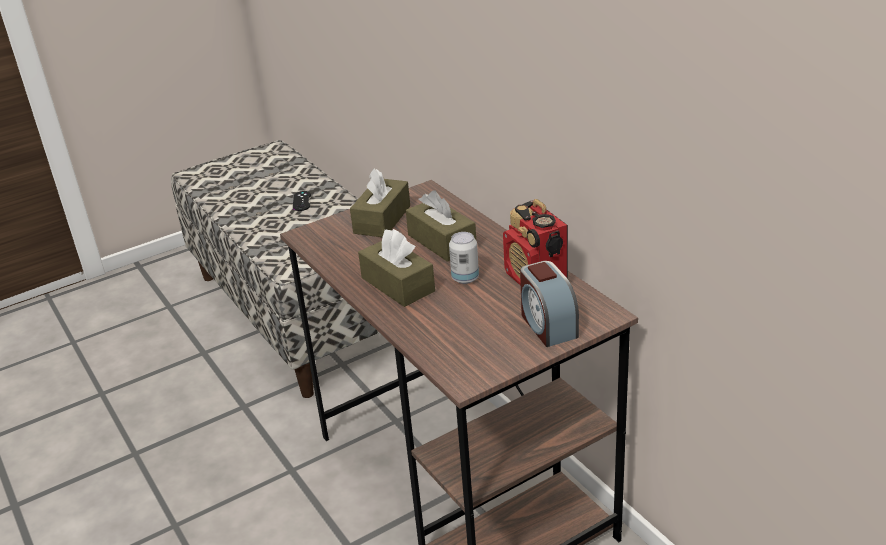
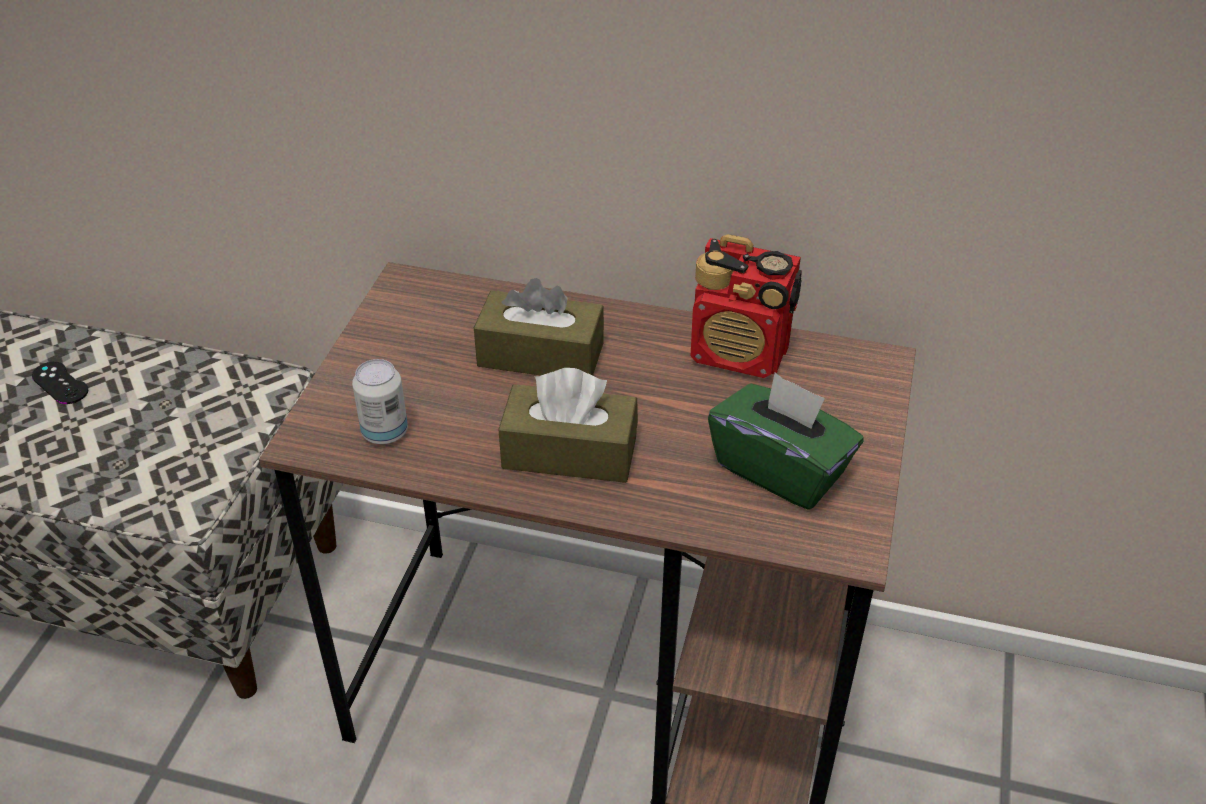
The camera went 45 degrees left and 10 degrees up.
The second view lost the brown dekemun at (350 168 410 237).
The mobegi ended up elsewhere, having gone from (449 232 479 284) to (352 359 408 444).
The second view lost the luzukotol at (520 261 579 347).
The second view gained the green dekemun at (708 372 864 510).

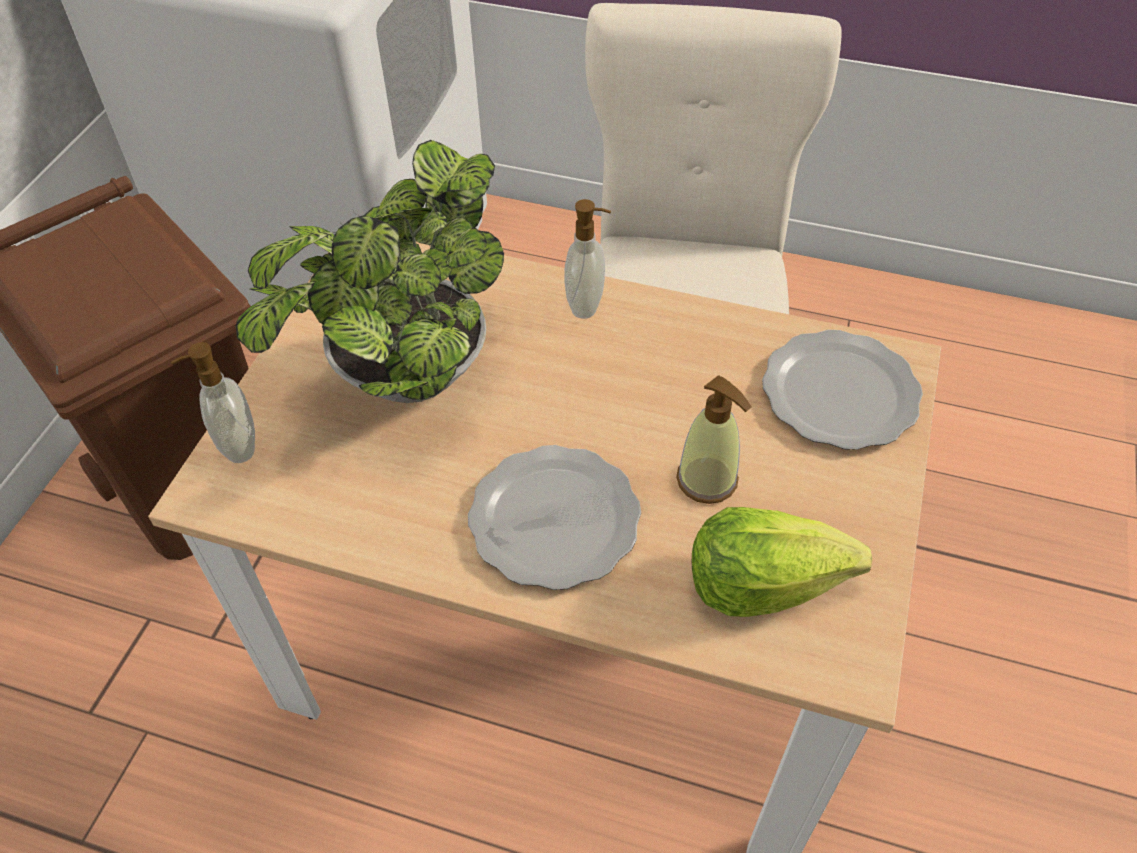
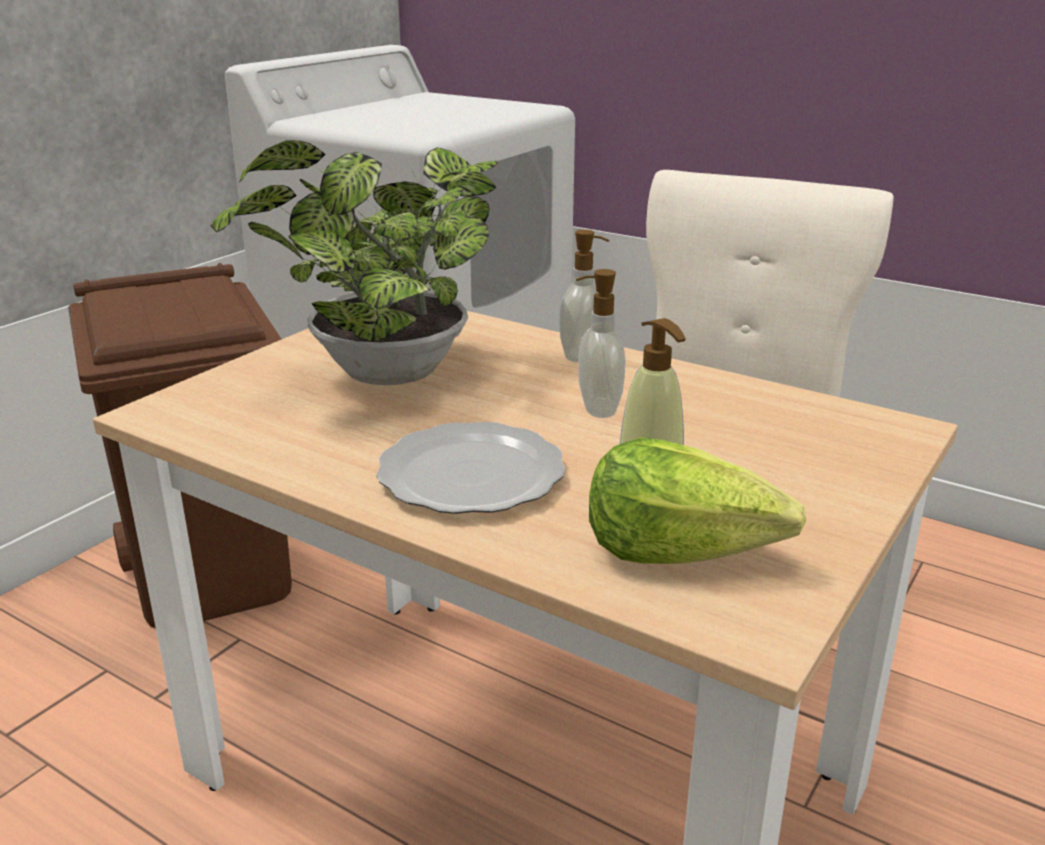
The camera went 15 degrees right and 25 degrees down.
The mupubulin ended up elsewhere, having gone from (171 342 255 463) to (576 269 626 418).
The second view lost the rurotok at (762 330 923 450).

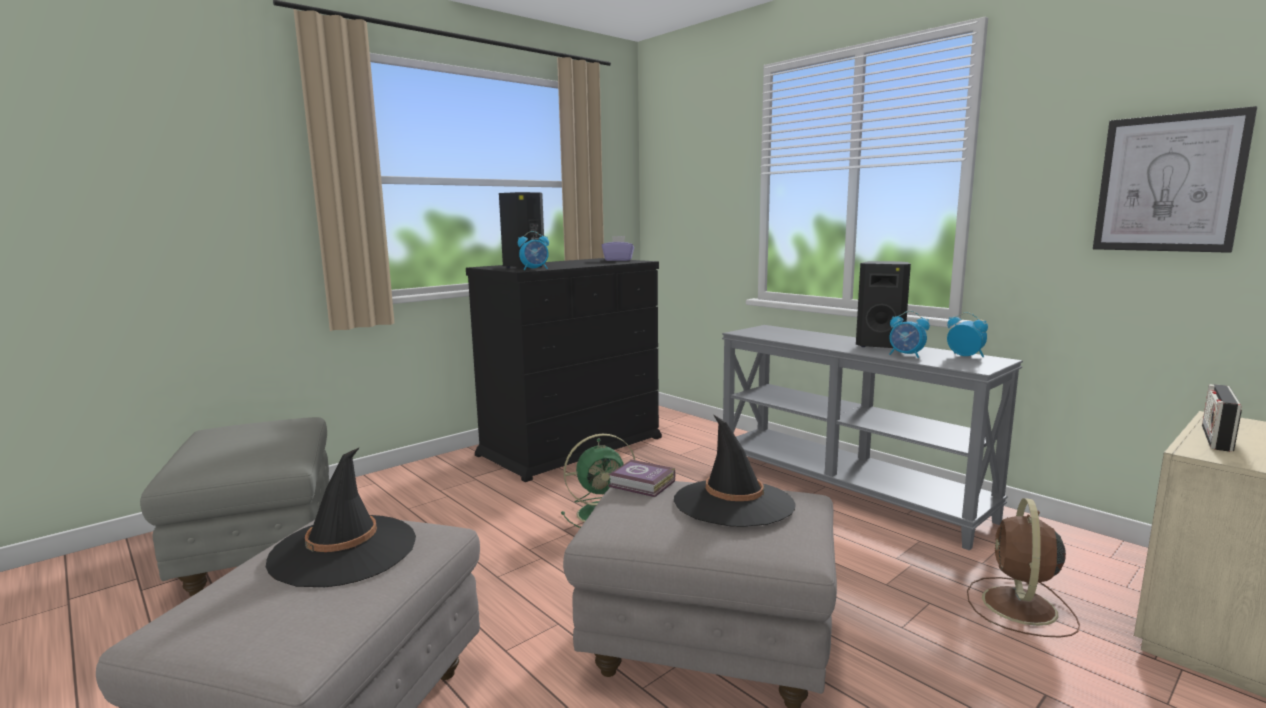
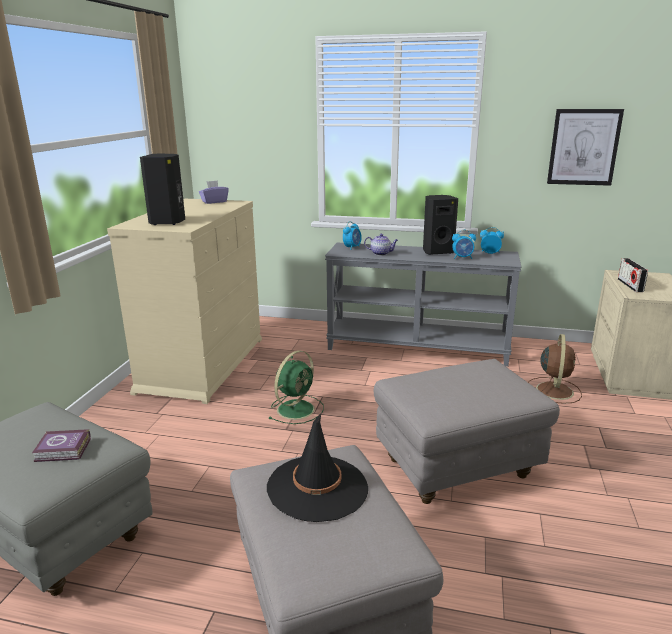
The camera went 35 degrees left and 10 degrees up.
What was the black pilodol at (466 258 662 482) turned into the beige pilodol at (107 199 262 404).
The luzukotol ended up elsewhere, having gone from (518 231 549 270) to (343 221 362 250).
The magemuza ended up elsewhere, having gone from (608 459 675 497) to (32 429 91 462).
The second view lost the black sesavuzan at (674 415 796 527).
The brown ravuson at (967 498 1080 638) ended up facing another way, 150 degrees counterclockwise from before.
The second view gained the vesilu at (364 234 398 256).

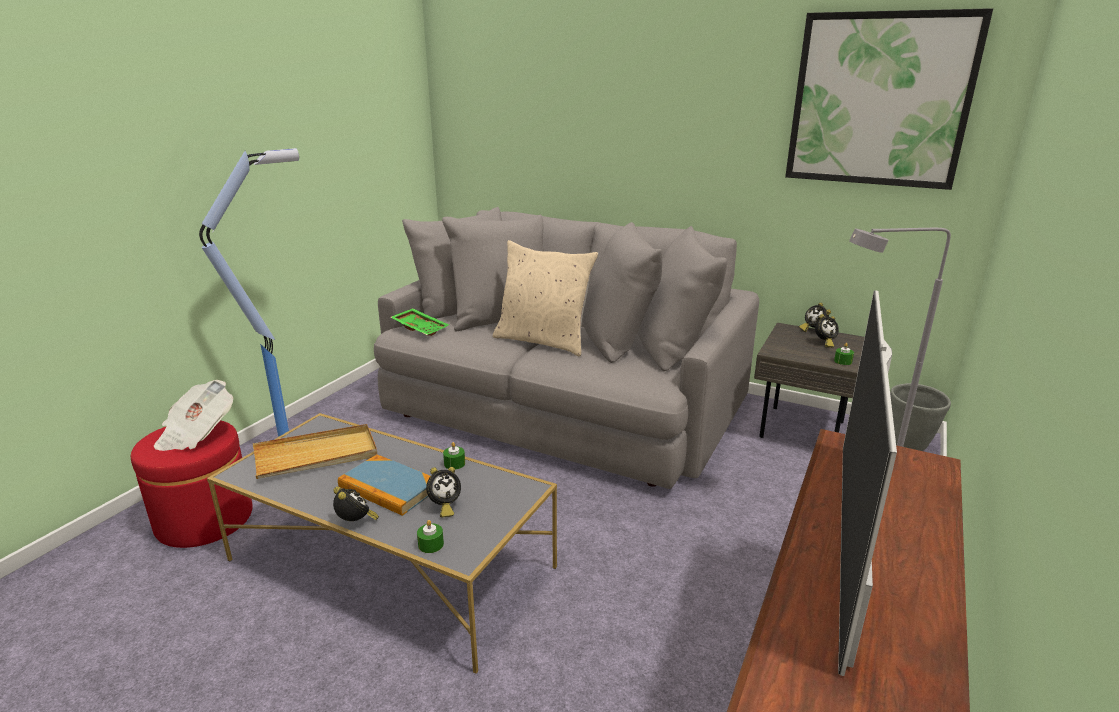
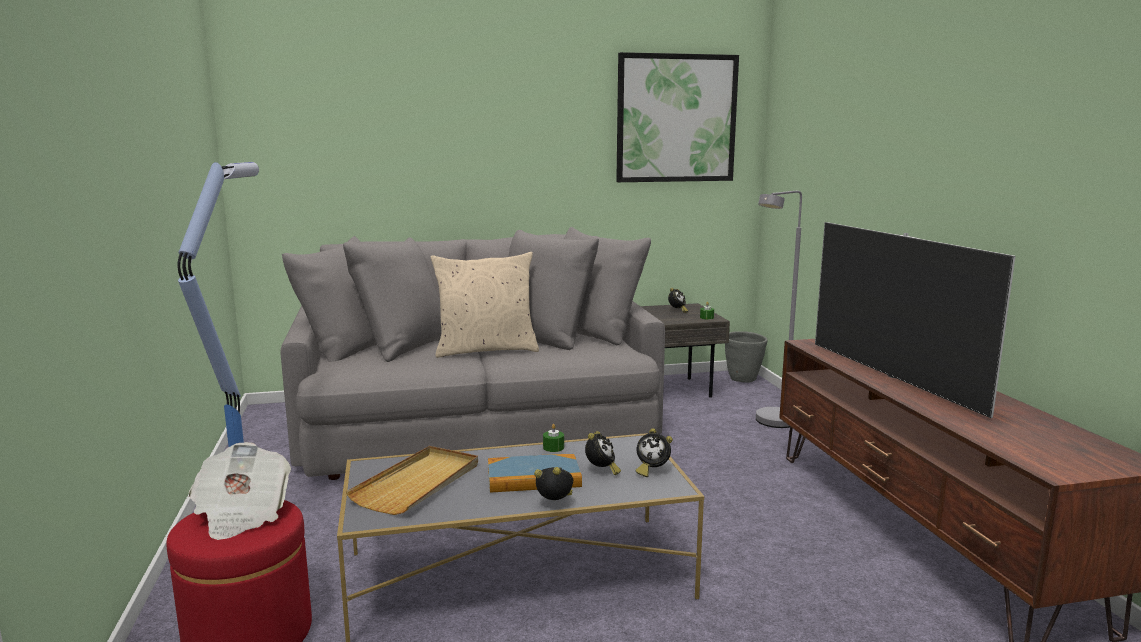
The camera went 40 degrees left and 10 degrees down.
The second view lost the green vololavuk at (390 308 449 336).
The second view lost the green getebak at (417 520 444 553).
The luzukotol ended up elsewhere, having gone from (799 303 831 332) to (636 428 673 477).

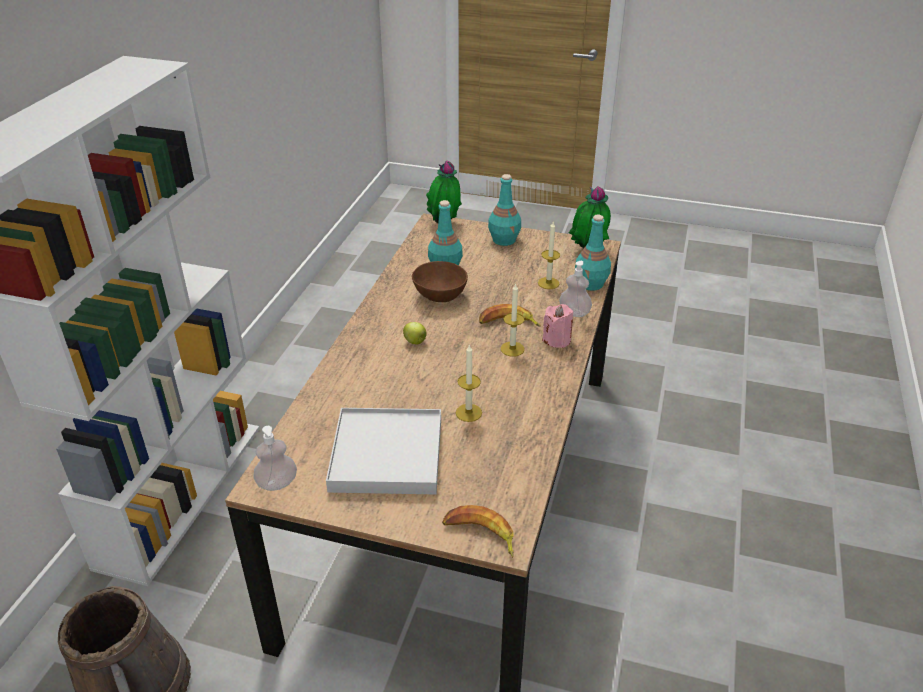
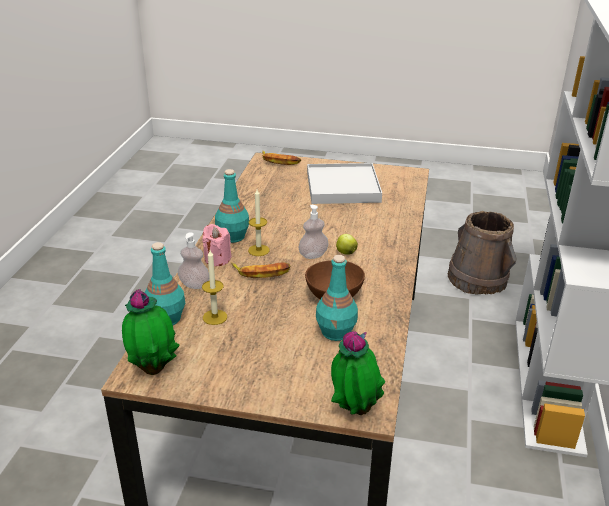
The camera went 175 degrees right and 5 degrees down.
The mupubulin ended up elsewhere, having gone from (254 426 297 491) to (298 205 329 259).
The second view lost the getebak at (456 344 482 422).
The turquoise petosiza ended up elsewhere, having gone from (488 174 521 246) to (215 169 249 243).

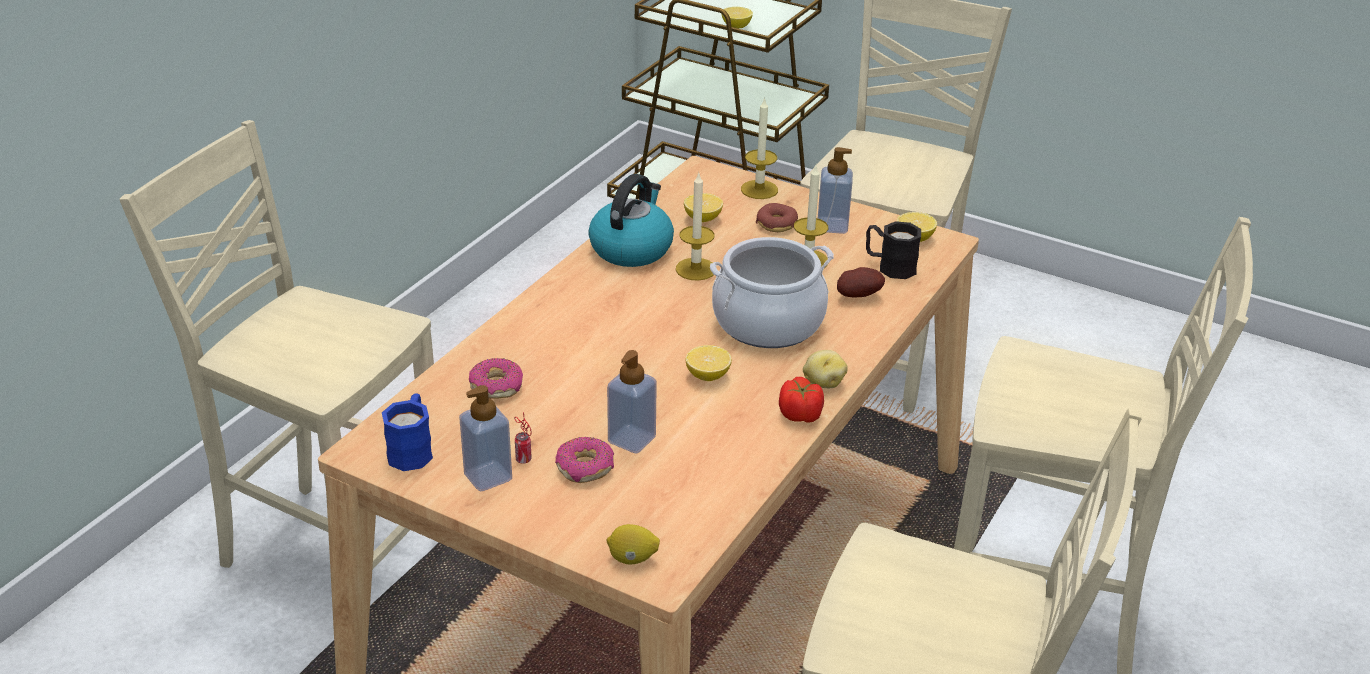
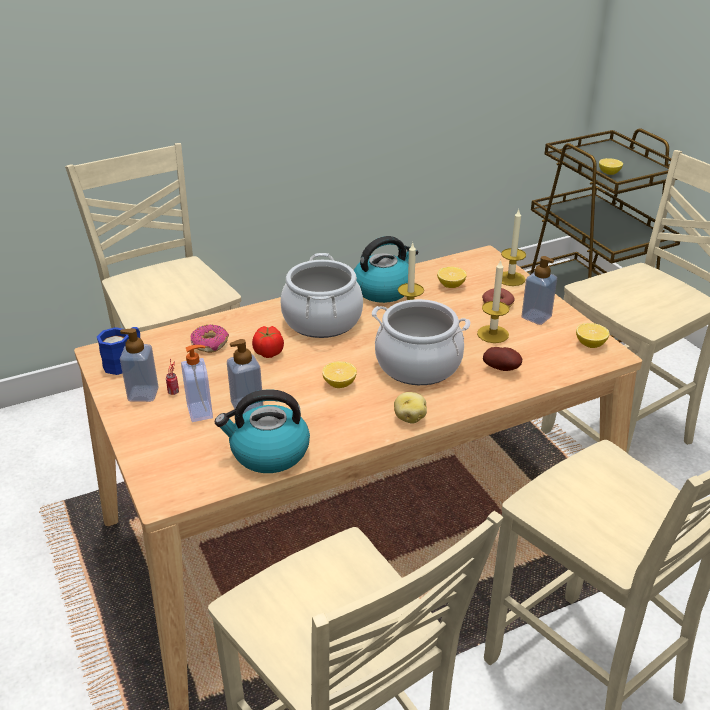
The camera went 35 degrees right and 0 degrees up.
Where the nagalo stood at (555 437 614 483), the mupubulin came to stand at (181 345 213 422).
The second view lost the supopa at (606 524 660 564).
The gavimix ended up elsewhere, having gone from (779 377 824 423) to (252 326 284 358).
The second view lost the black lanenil at (866 221 921 279).
The second view gained the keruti at (215 390 310 473).
The second view gained the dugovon at (280 253 363 338).

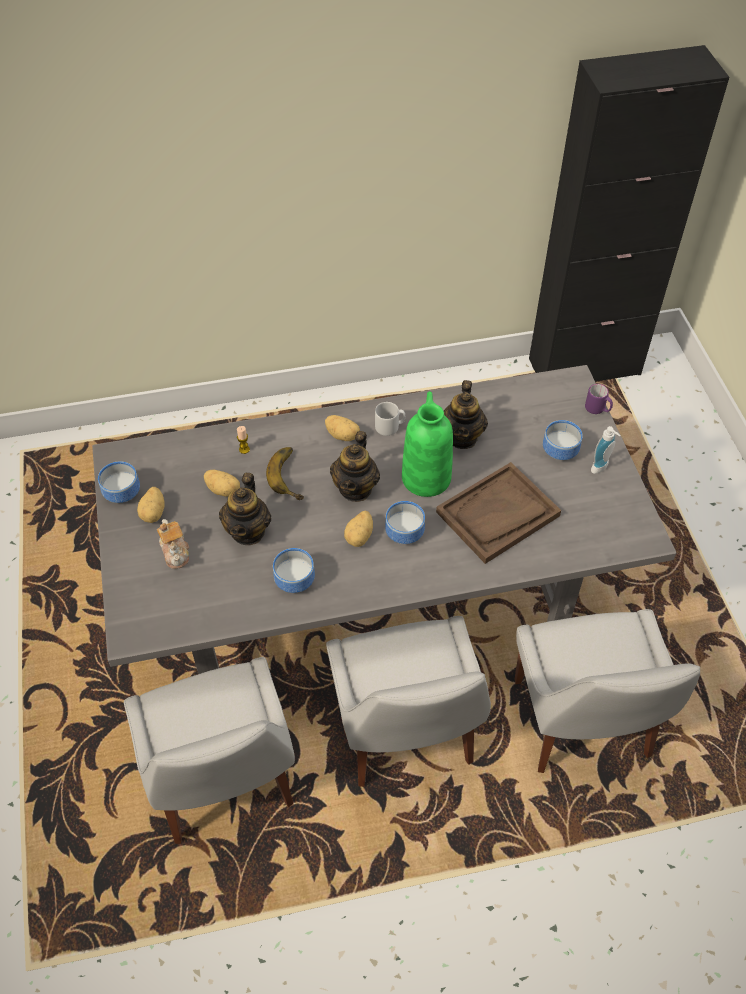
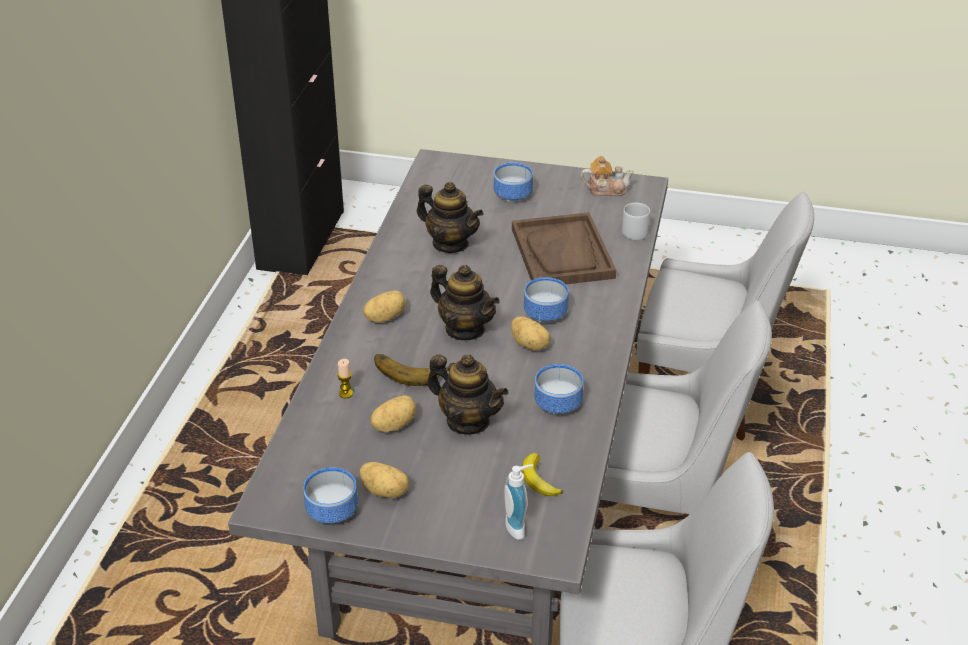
The camera went 65 degrees left and 15 degrees down.
The vesilu ended up elsewhere, having gone from (157 519 189 569) to (581 156 634 196).
The grey lanenil ended up elsewhere, having gone from (375 402 405 436) to (622 203 650 240).
The second view lost the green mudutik at (402 391 453 497).
The second view lost the purple lanenil at (585 384 613 414).
The mupubulin ended up elsewhere, having gone from (591 426 621 474) to (504 464 533 540).
The second view gained the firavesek at (522 453 563 496).

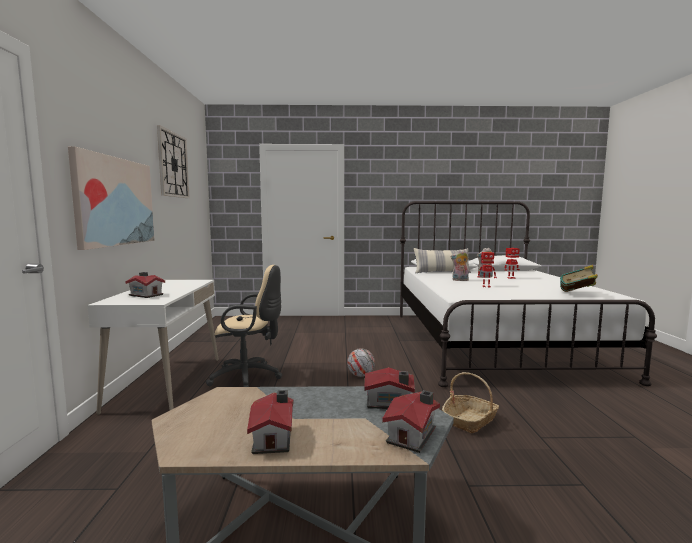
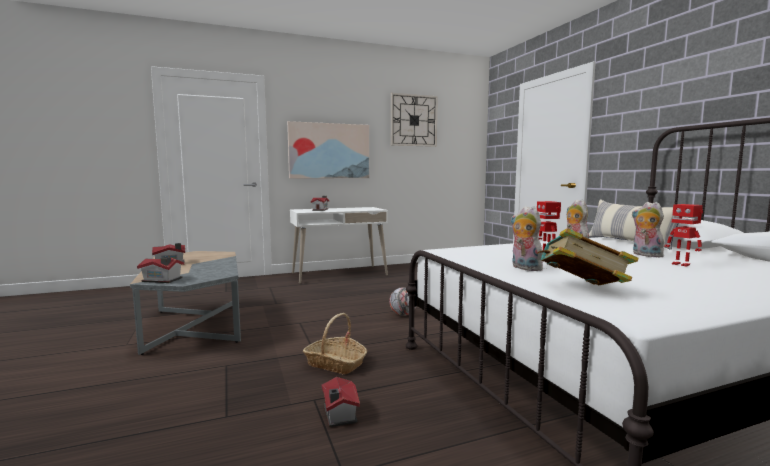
The camera went 70 degrees right and 0 degrees up.
The second view lost the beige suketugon at (206 265 282 387).
The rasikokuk ended up elsewhere, having gone from (364 367 415 409) to (321 377 360 427).
The second view gained the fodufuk at (511 206 543 271).

